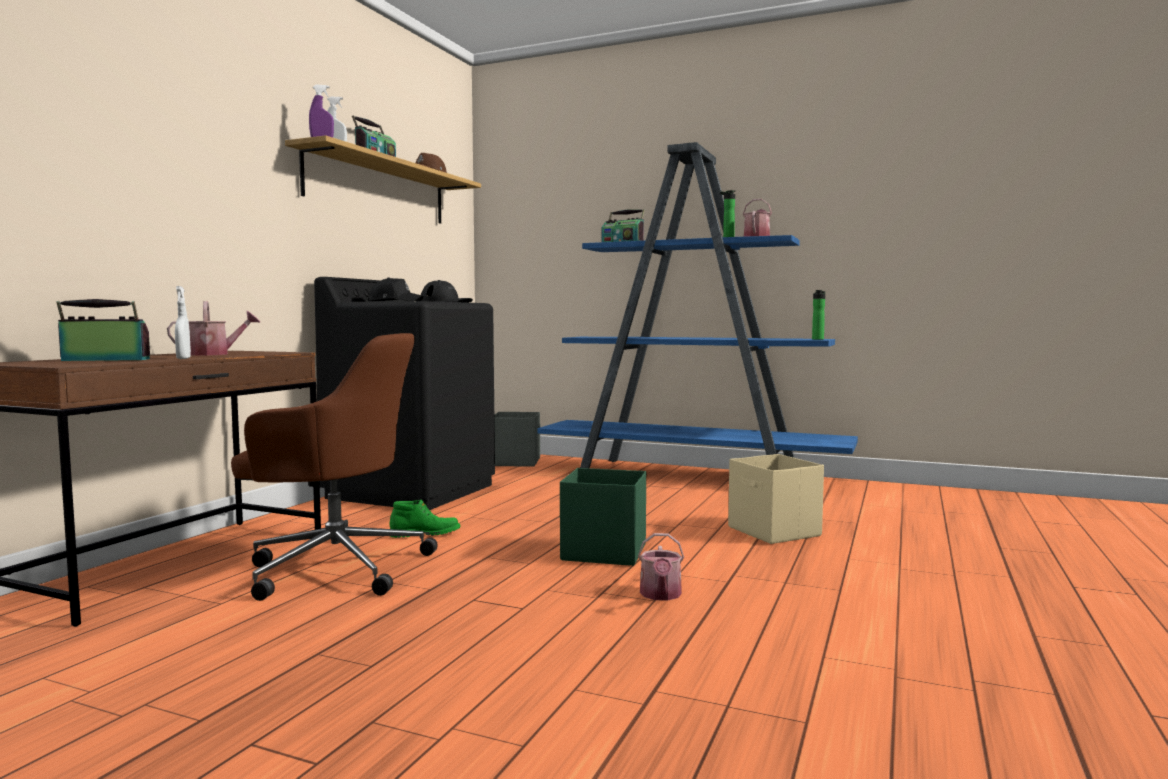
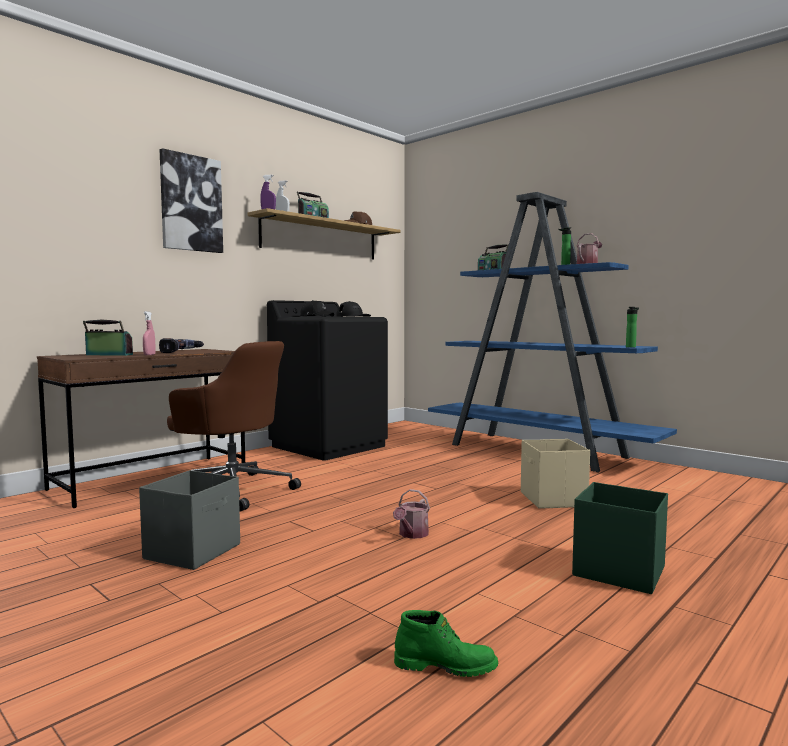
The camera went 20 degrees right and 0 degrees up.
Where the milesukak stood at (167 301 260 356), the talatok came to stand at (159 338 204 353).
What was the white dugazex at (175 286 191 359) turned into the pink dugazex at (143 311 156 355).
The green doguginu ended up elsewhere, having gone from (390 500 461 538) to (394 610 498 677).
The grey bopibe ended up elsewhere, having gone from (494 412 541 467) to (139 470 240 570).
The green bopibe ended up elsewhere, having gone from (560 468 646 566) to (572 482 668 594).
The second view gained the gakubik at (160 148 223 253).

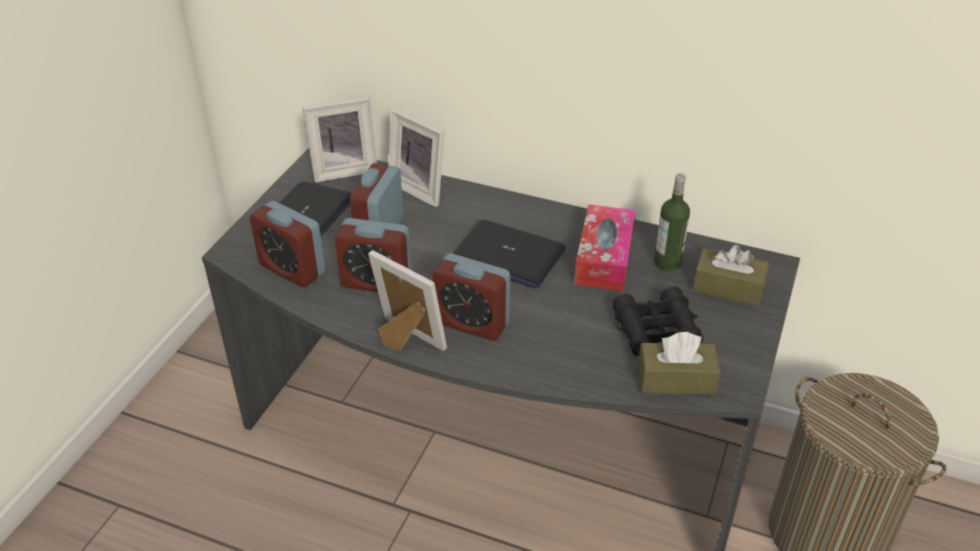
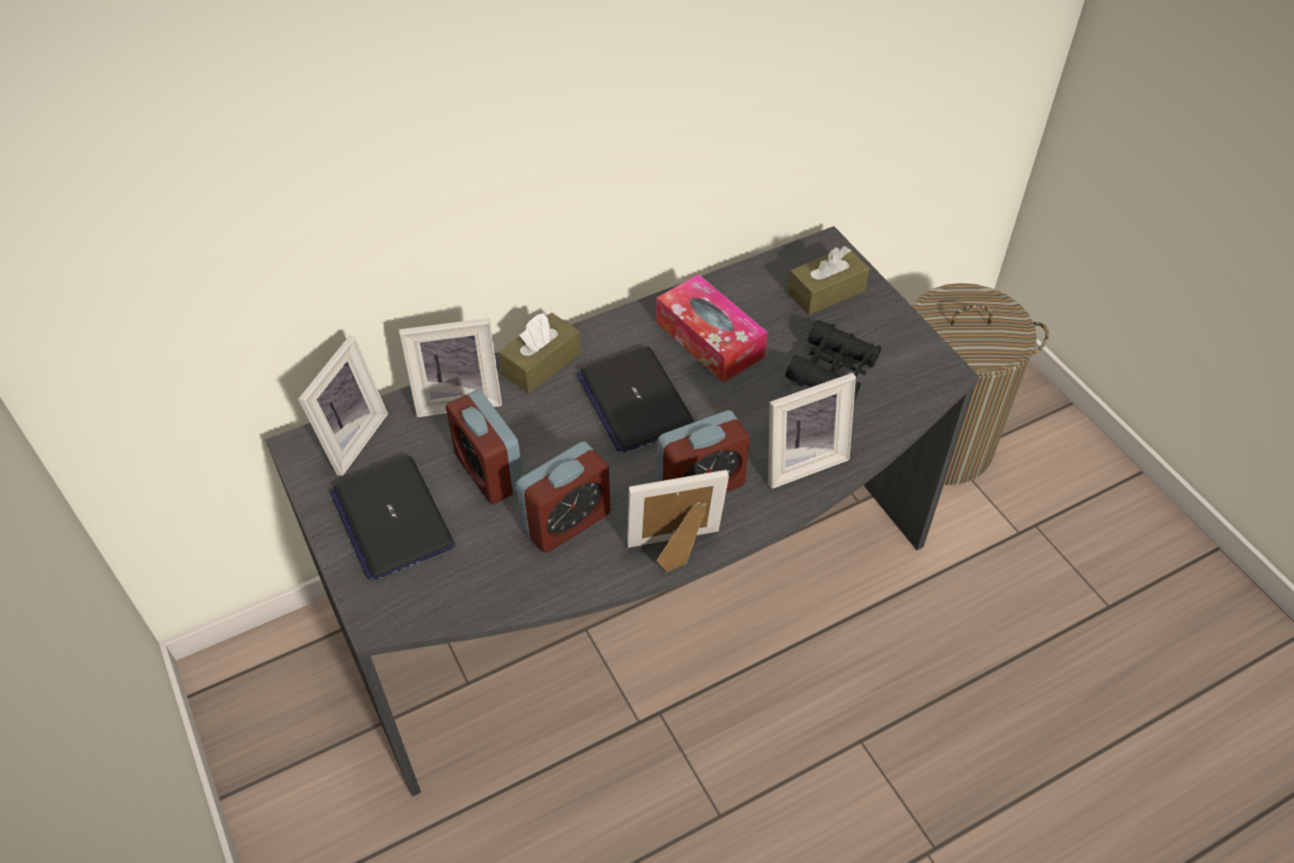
The camera went 50 degrees left and 10 degrees up.
The second view lost the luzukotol at (250 201 325 287).
The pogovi at (453 220 565 288) ended up facing another way, 90 degrees clockwise from before.
The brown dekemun ended up elsewhere, having gone from (638 332 720 394) to (498 313 581 393).
The second view lost the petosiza at (654 173 690 271).
The second view gained the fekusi at (769 373 856 489).

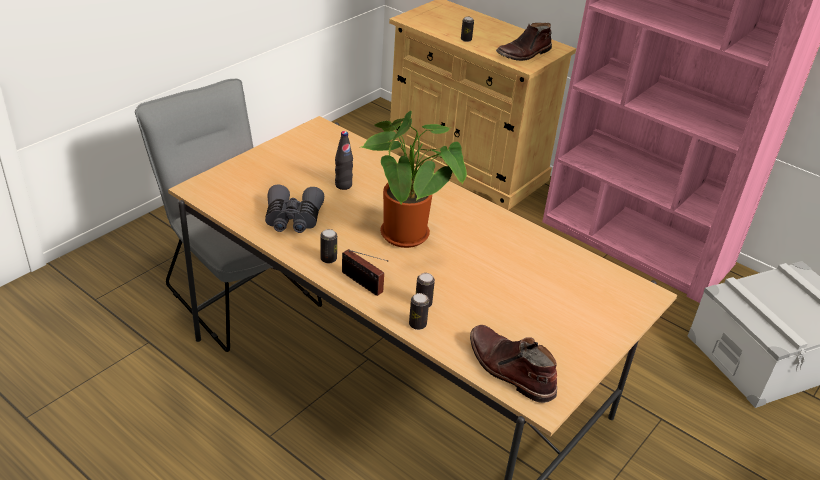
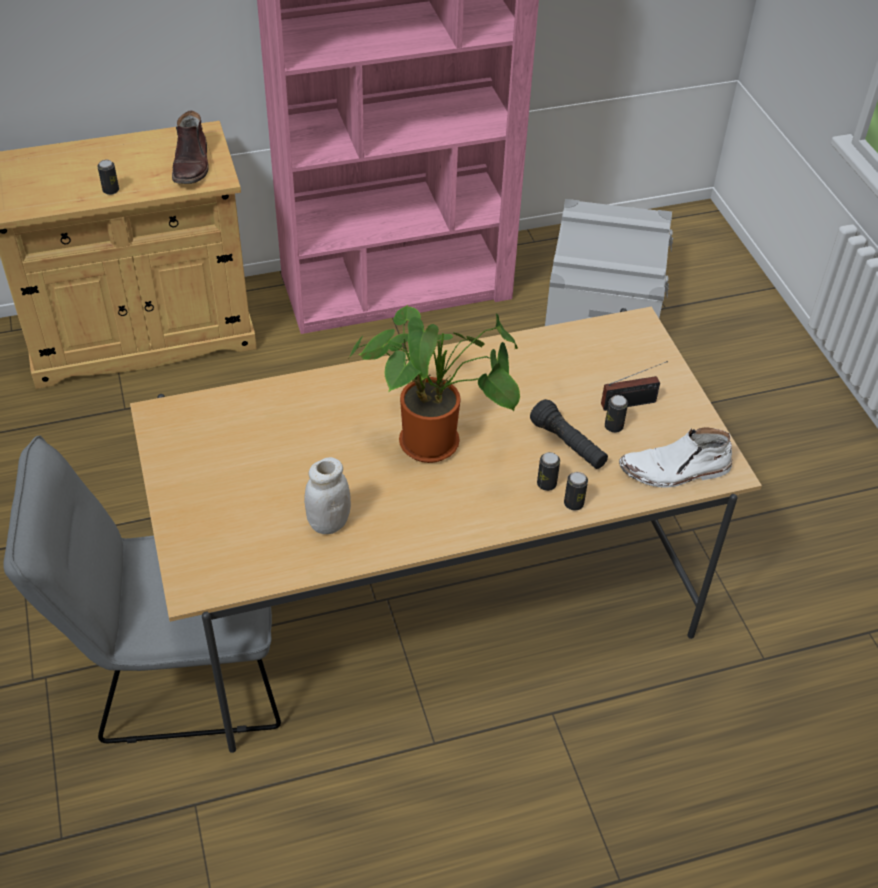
The camera went 55 degrees left and 10 degrees up.
Where the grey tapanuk stood at (265 185 324 233), the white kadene came to stand at (304 457 351 534).
The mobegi ended up elsewhere, having gone from (320 229 337 263) to (605 395 628 433).
The second view lost the black petosiza at (335 131 353 190).
The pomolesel ended up elsewhere, having gone from (342 249 388 296) to (601 361 668 411).
What was the brown doguginu at (470 325 557 403) turned into the white doguginu at (619 428 732 488).
The second view gained the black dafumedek at (530 399 608 469).

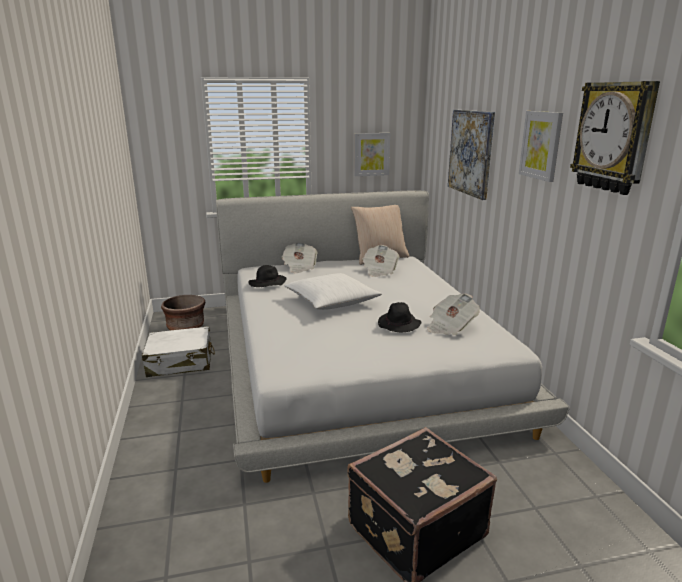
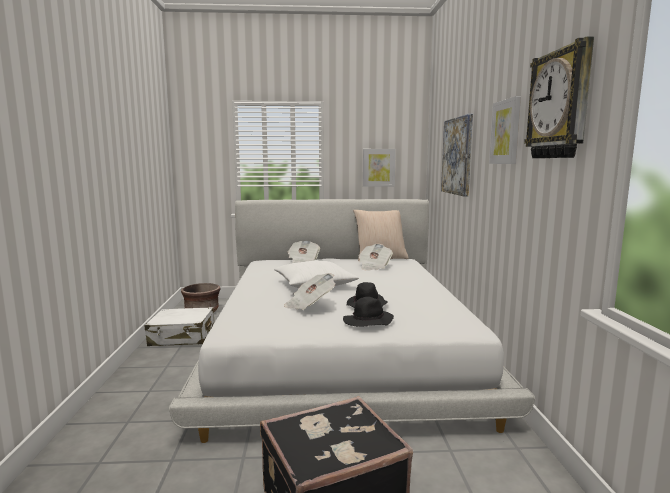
The camera went 10 degrees right and 10 degrees down.
The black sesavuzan ended up elsewhere, having gone from (248 265 287 287) to (343 297 394 327).
The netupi ended up elsewhere, having gone from (427 294 480 335) to (284 273 335 310).

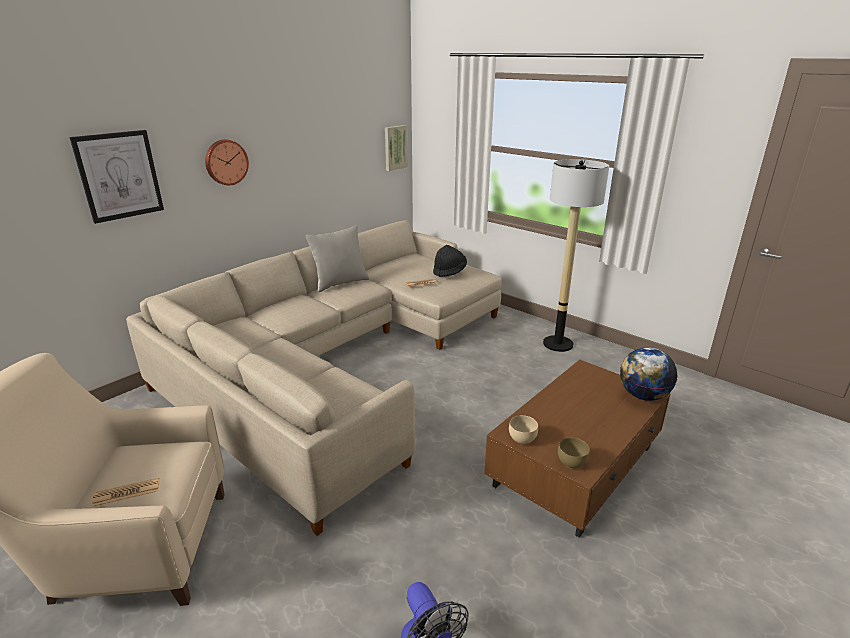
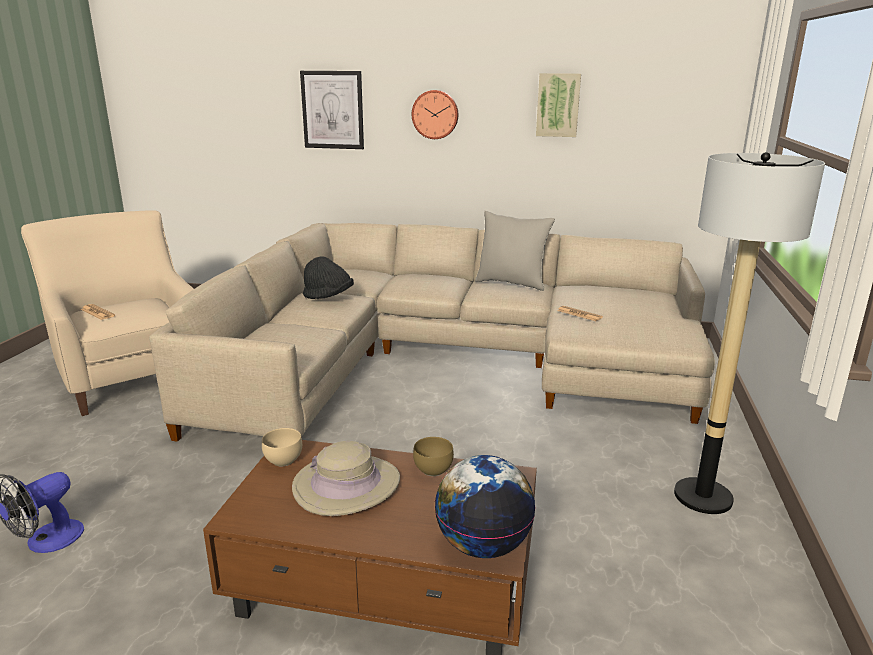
The camera went 60 degrees right and 5 degrees down.
The gakubik ended up elsewhere, having gone from (385 125 408 171) to (536 73 581 137).
The black sesavuzan ended up elsewhere, having gone from (433 245 467 277) to (303 256 354 299).
The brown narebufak ended up elsewhere, having gone from (558 437 590 469) to (413 437 454 476).
The second view gained the beige sesavuzan at (292 441 400 516).

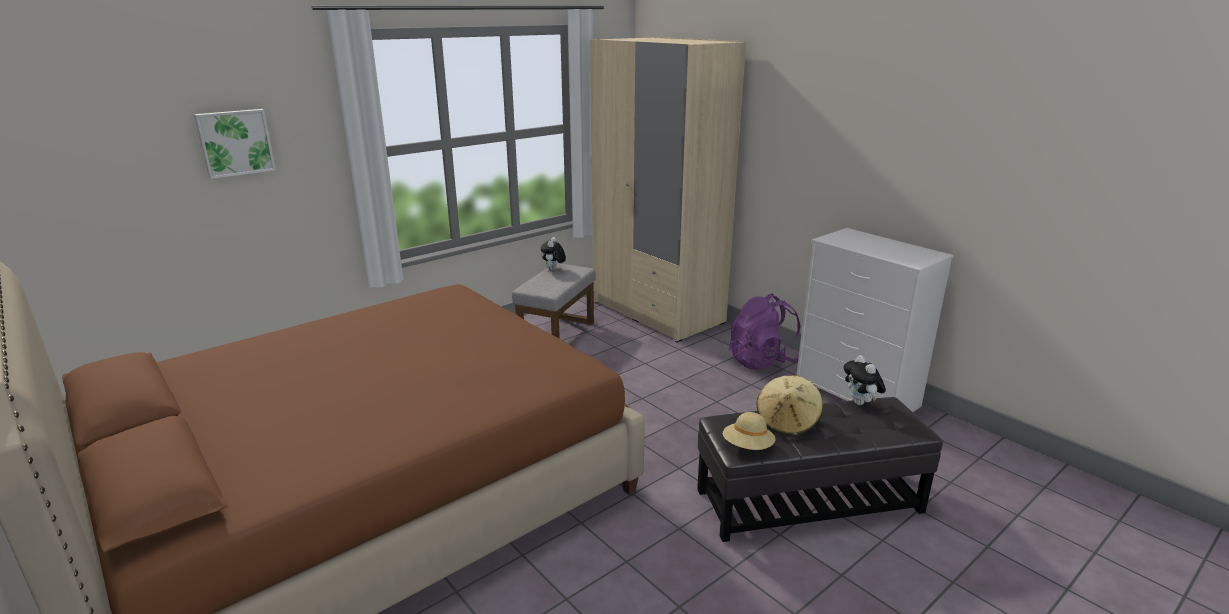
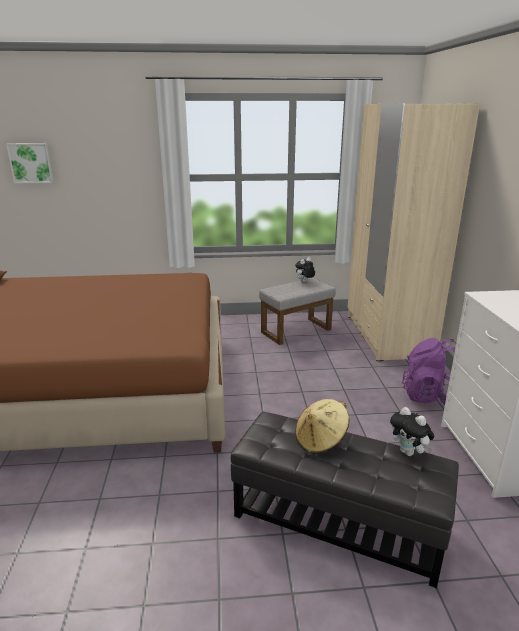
The camera went 35 degrees right and 0 degrees up.
The gakubik ended up elsewhere, having gone from (194 109 276 179) to (6 143 54 183).
The second view lost the beige sesavuzan at (723 412 776 450).
The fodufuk at (843 355 886 405) ended up facing another way, 60 degrees counterclockwise from before.

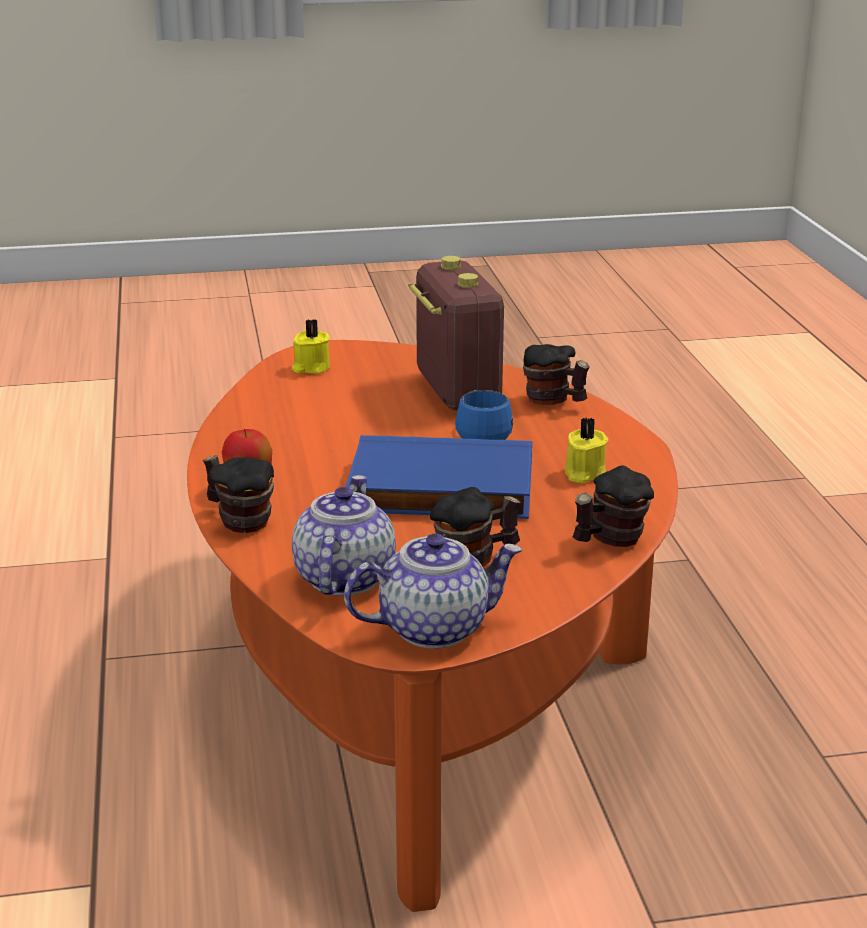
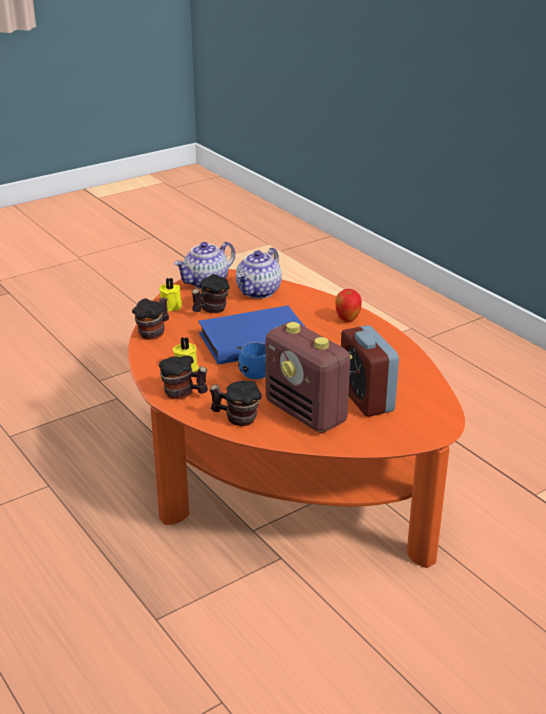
The camera went 155 degrees right and 5 degrees up.
The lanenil ended up elsewhere, having gone from (203 455 274 533) to (159 356 208 399).
The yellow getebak ended up elsewhere, having gone from (292 319 330 374) to (159 278 182 311).
The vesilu at (292 475 396 596) ended up facing another way, 45 degrees clockwise from before.
The second view gained the luzukotol at (341 325 399 417).

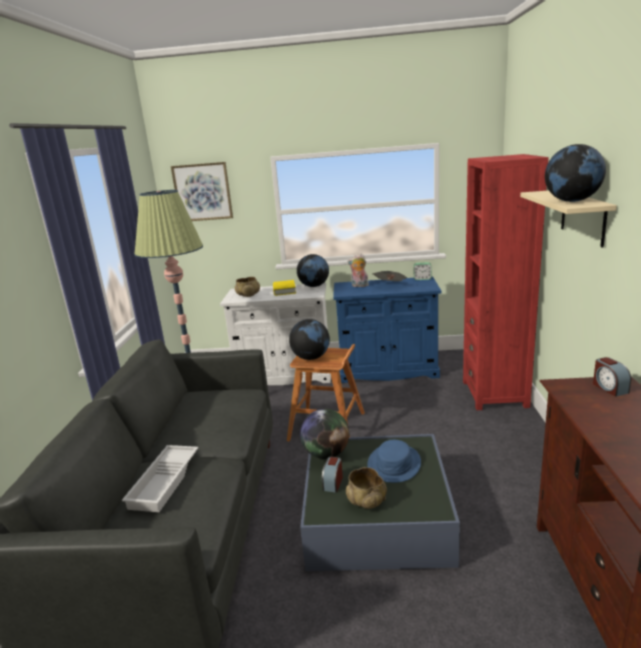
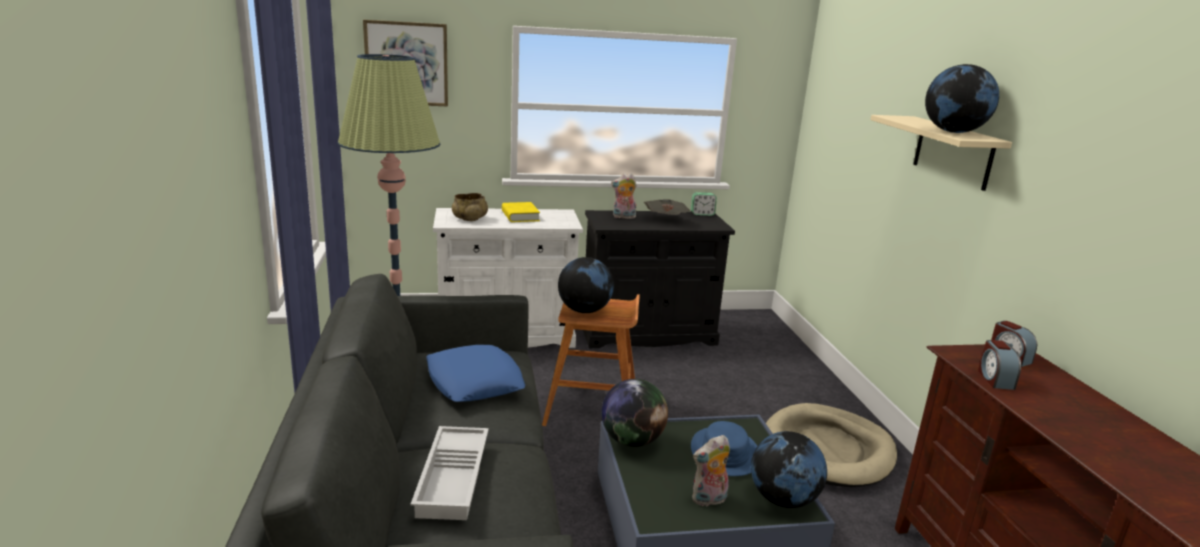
The camera went 15 degrees left and 0 degrees up.
The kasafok ended up elsewhere, having gone from (297 254 329 287) to (751 431 827 508).
The luzukotol ended up elsewhere, having gone from (322 457 343 493) to (978 340 1021 390).
What was the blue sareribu at (333 276 441 383) turned into the black sareribu at (583 210 735 348).
Where the beige narebufak stood at (346 467 387 509), the fodufuk came to stand at (692 435 730 506).
The second view lost the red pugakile at (463 154 549 410).
The second view gained the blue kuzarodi at (426 345 525 402).
The second view gained the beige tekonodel at (766 403 897 487).

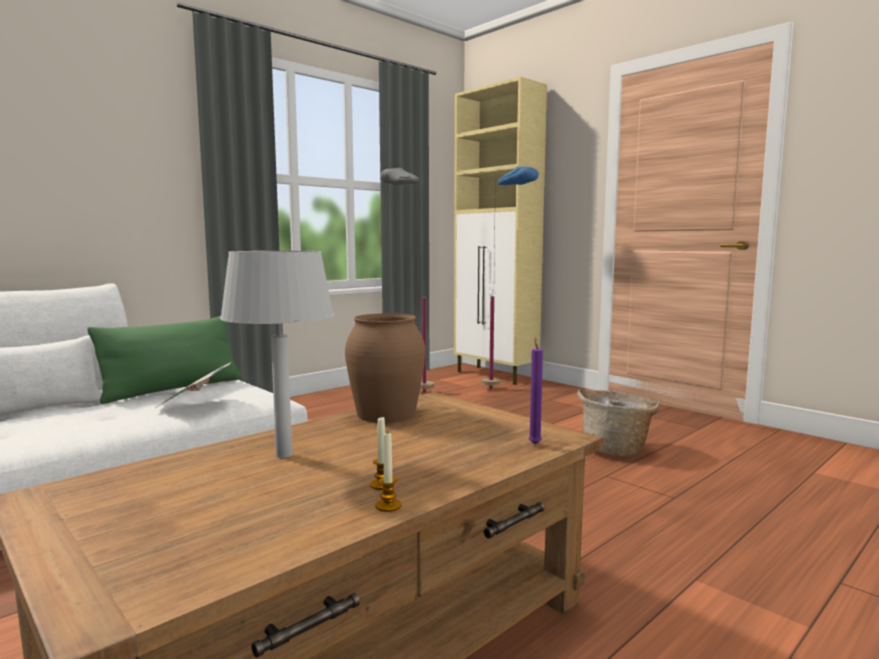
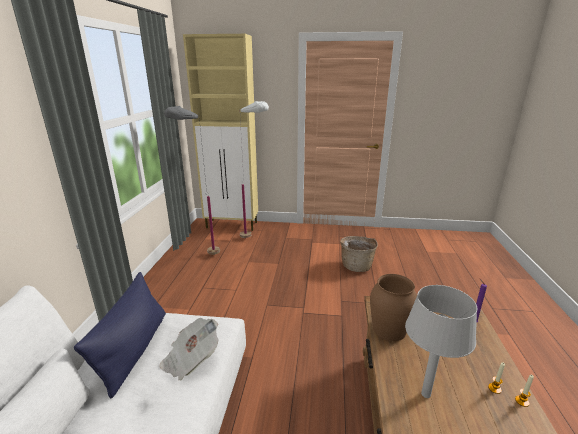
The camera went 40 degrees left and 15 degrees up.
What was the green kuzarodi at (88 316 241 404) turned into the blue kuzarodi at (74 272 166 399).
What was the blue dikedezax at (482 166 539 389) turned into the white dikedezax at (240 101 269 239).

